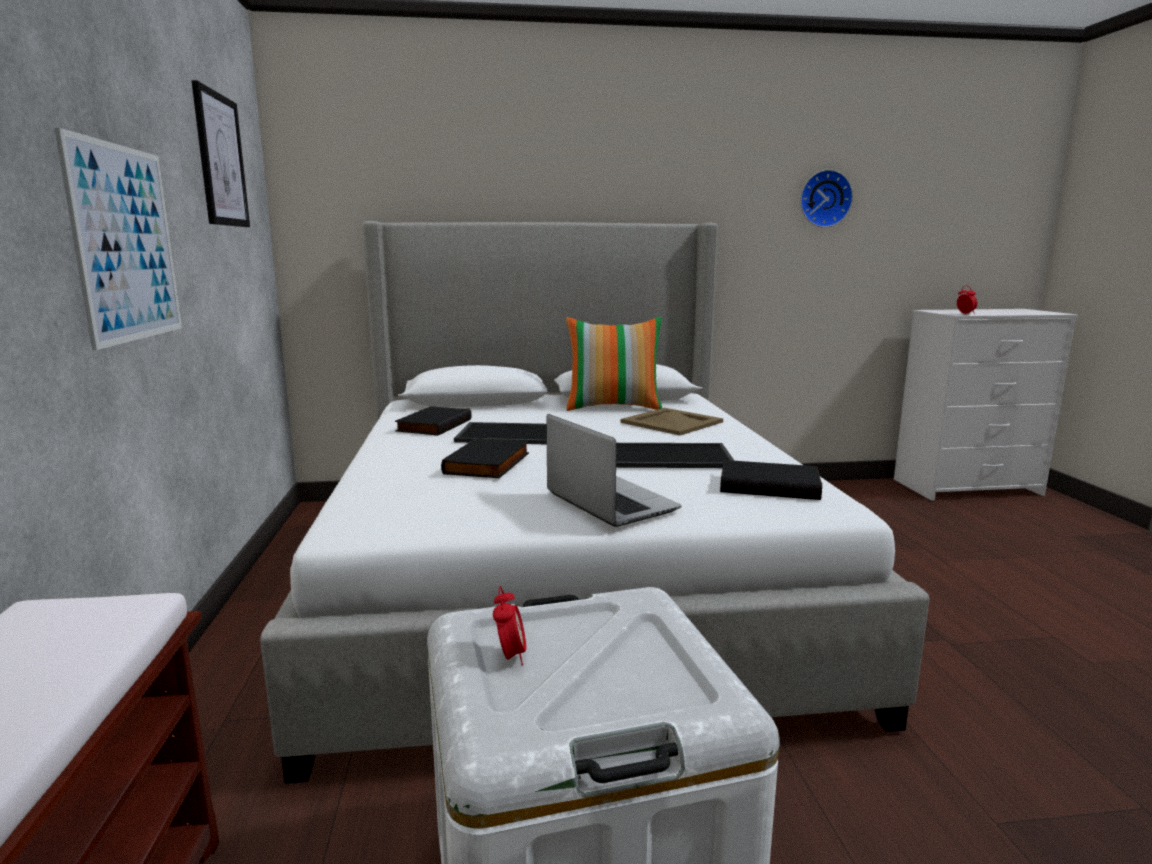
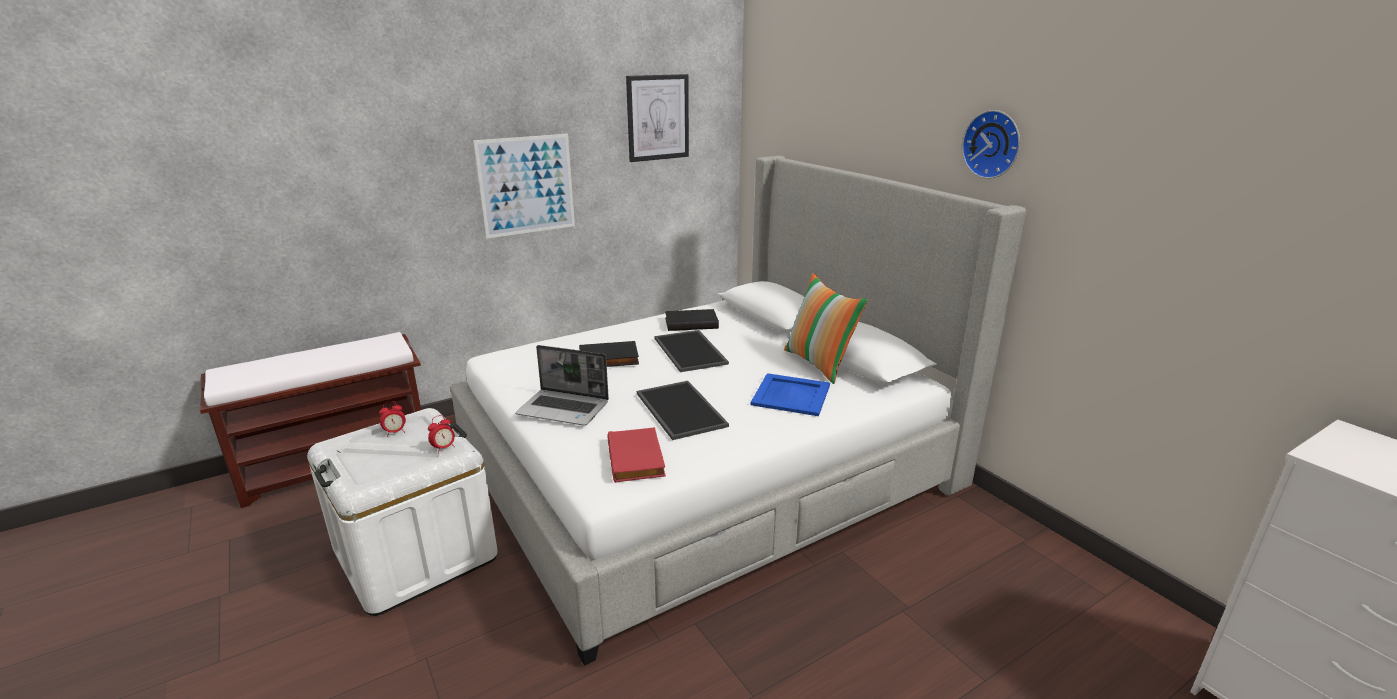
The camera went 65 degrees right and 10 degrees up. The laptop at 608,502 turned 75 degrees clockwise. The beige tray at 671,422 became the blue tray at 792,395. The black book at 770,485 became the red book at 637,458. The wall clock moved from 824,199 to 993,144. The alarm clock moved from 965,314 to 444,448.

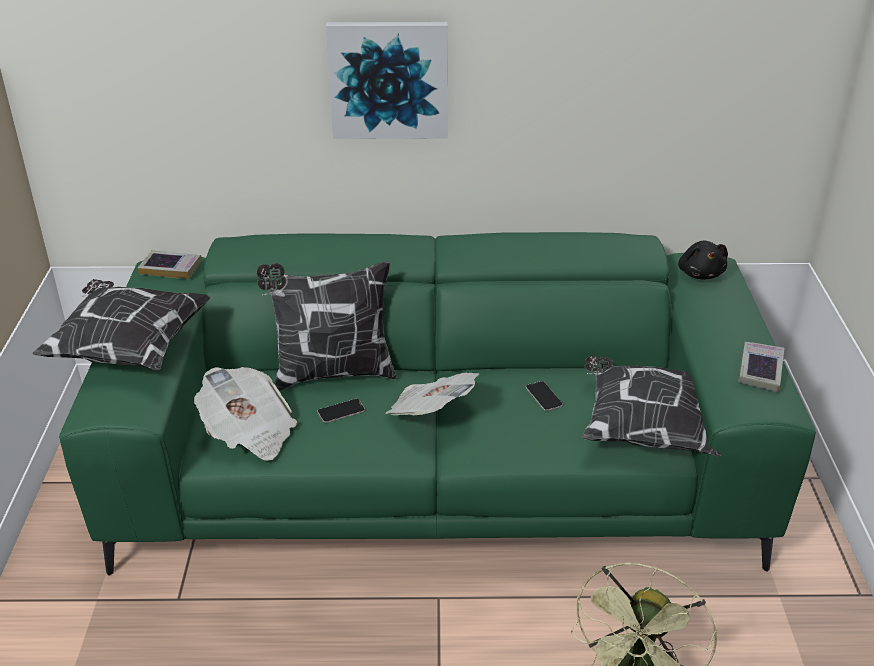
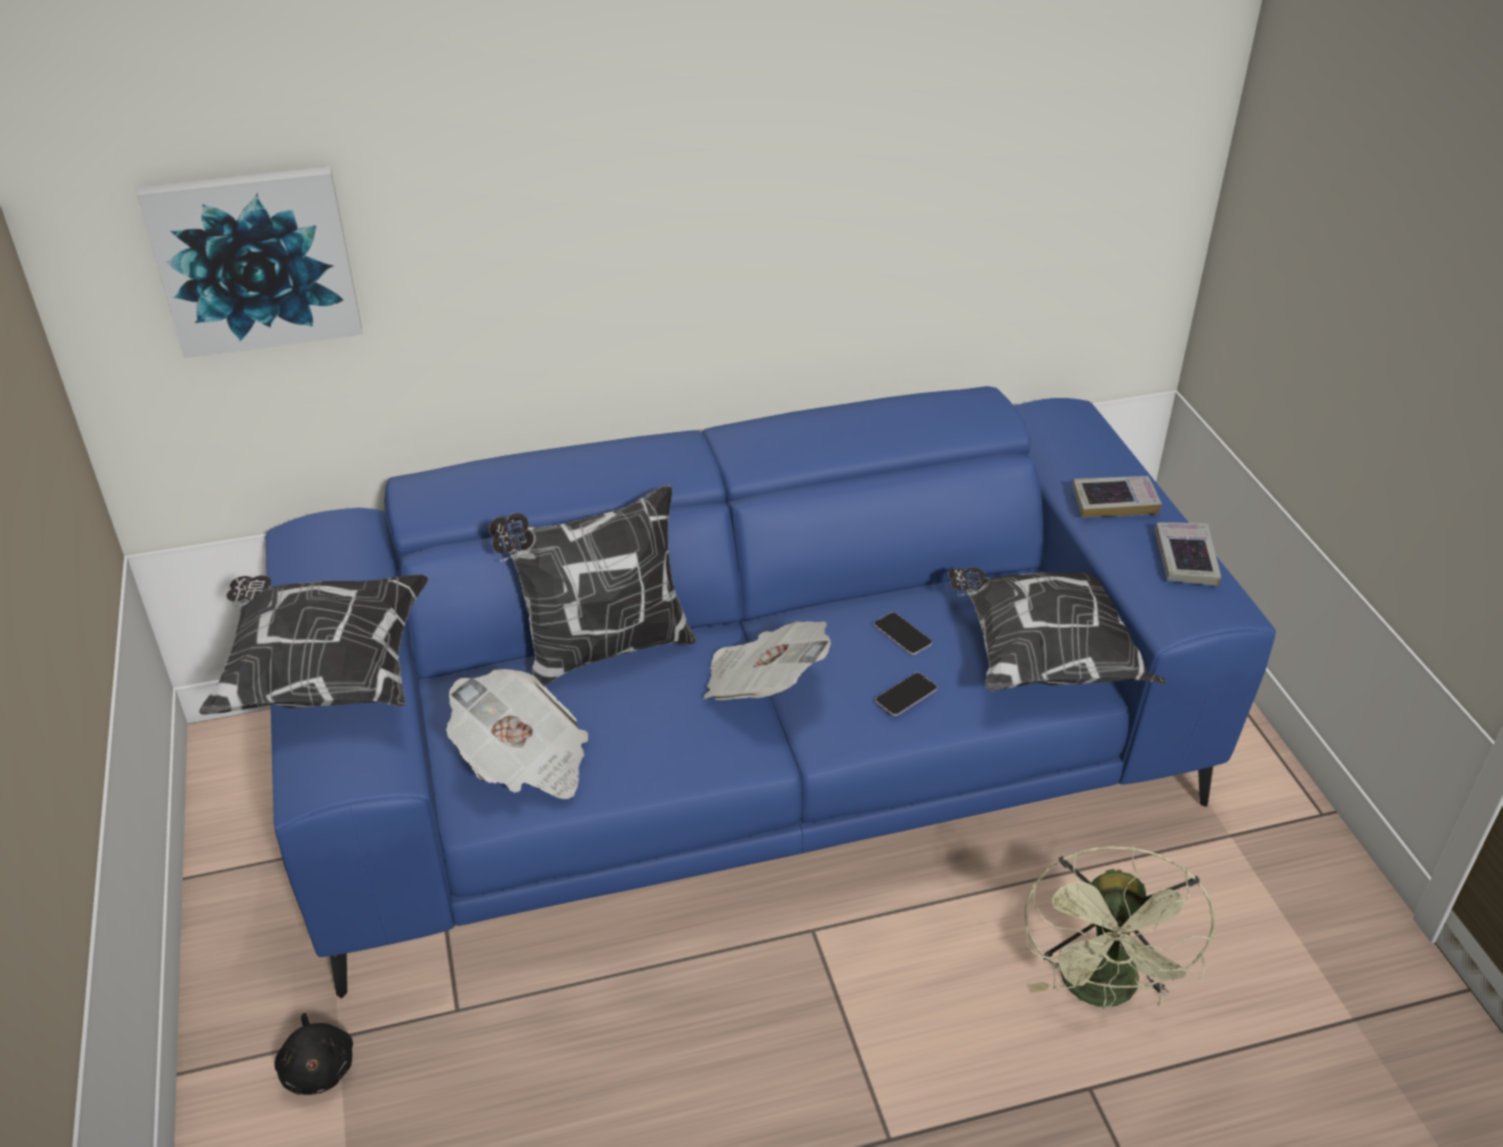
The camera went 15 degrees left and 5 degrees up. The green sofa at 437,477 became the blue sofa at 750,760. The book moved from 170,268 to 1114,501. The phone moved from 341,411 to 906,695. The picture moved from 388,80 to 255,260. The black plush toy moved from 700,273 to 318,1067.

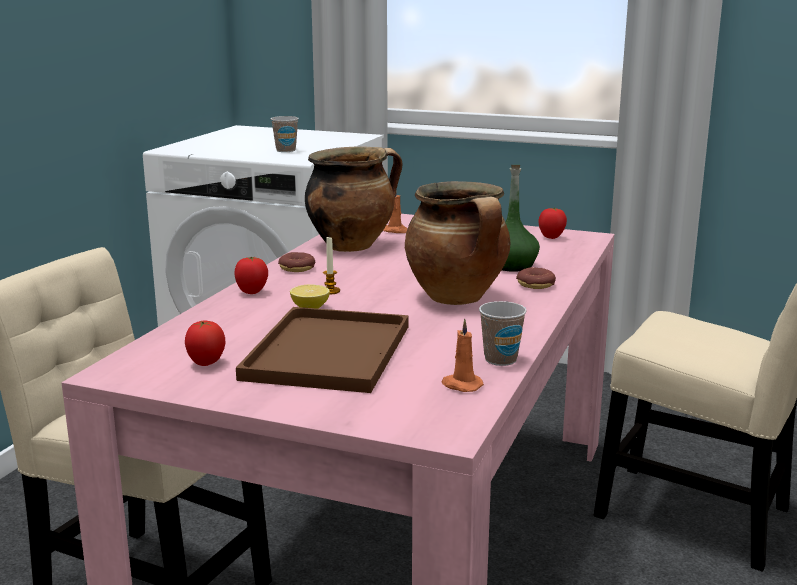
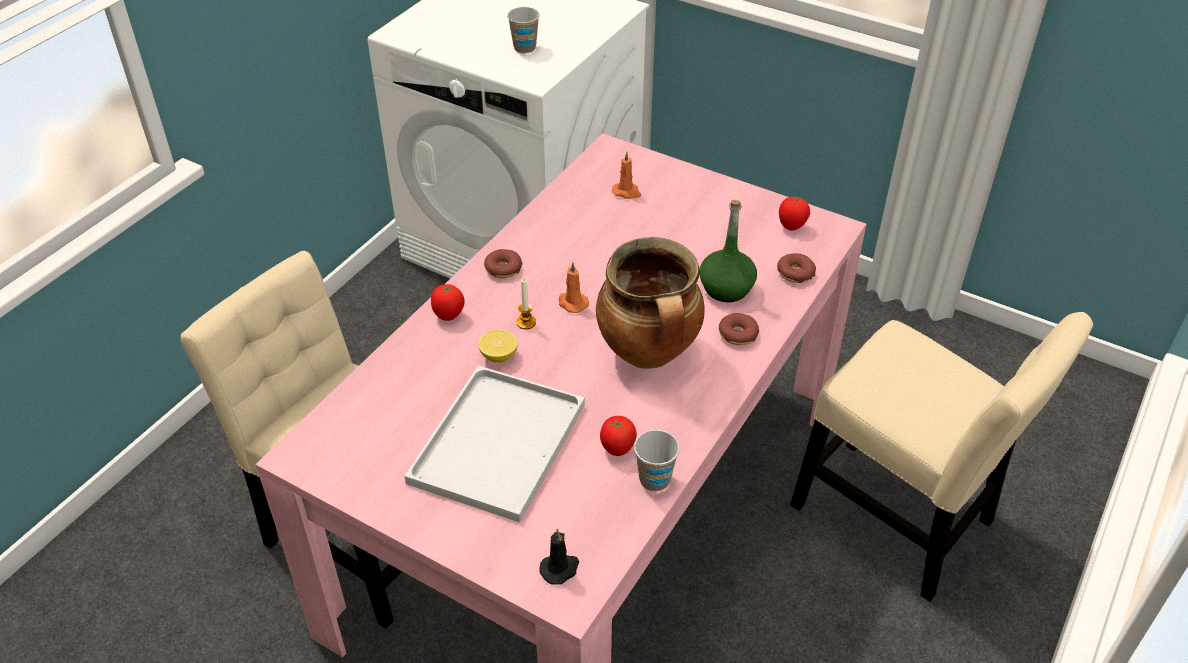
The camera went 10 degrees right and 25 degrees up. The tomato moved from 206,363 to 617,449. The brown tray at 329,353 became the white tray at 498,446. The cooking pot at 352,245 disappeared. The orange candle moved from 461,385 to 572,303. The black candle at 560,569 appeared. The donut at 795,273 appeared.

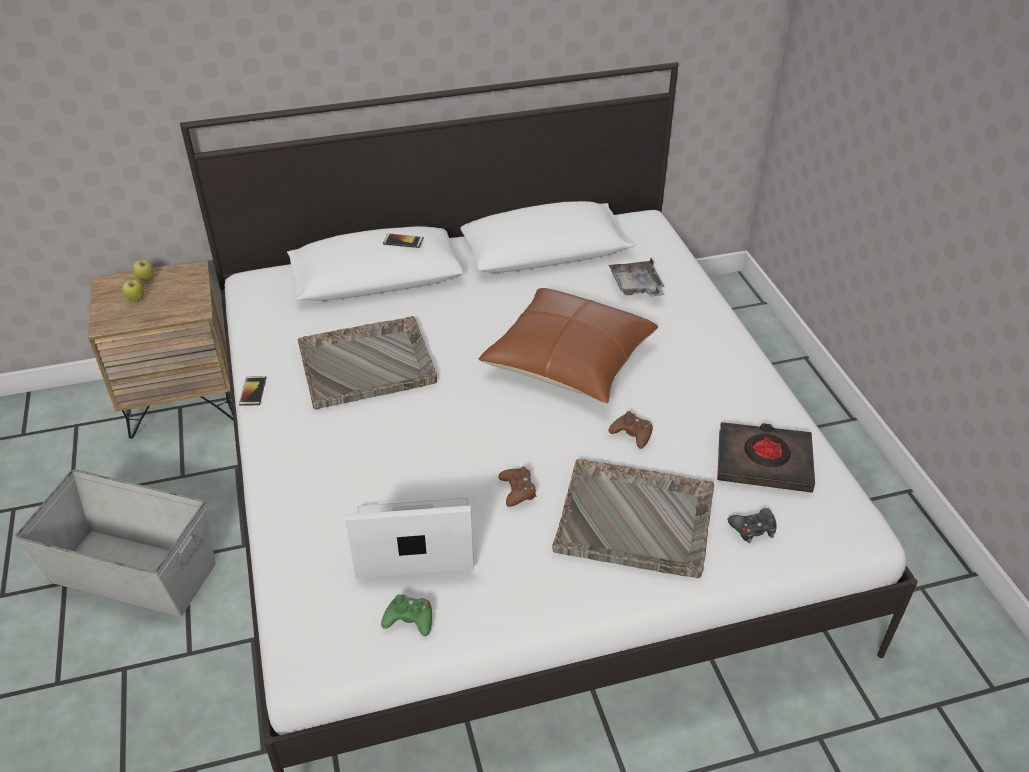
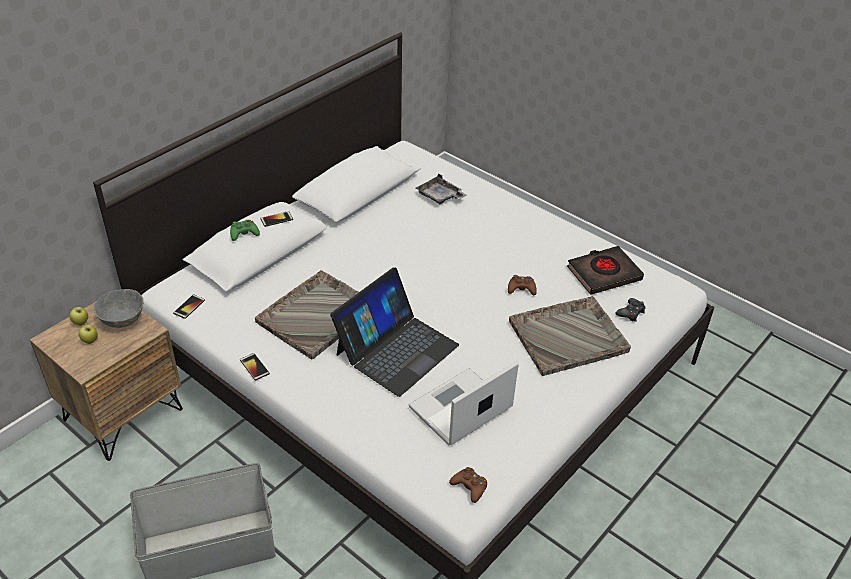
The camera went 35 degrees left and 0 degrees up. The green game controller moved from 409,619 to 244,233. The brown pillow at 569,360 disappeared. The brown game controller moved from 517,490 to 469,487. The grey bowl at 122,320 appeared. The phone at 189,307 appeared. The laptop at 396,349 appeared.

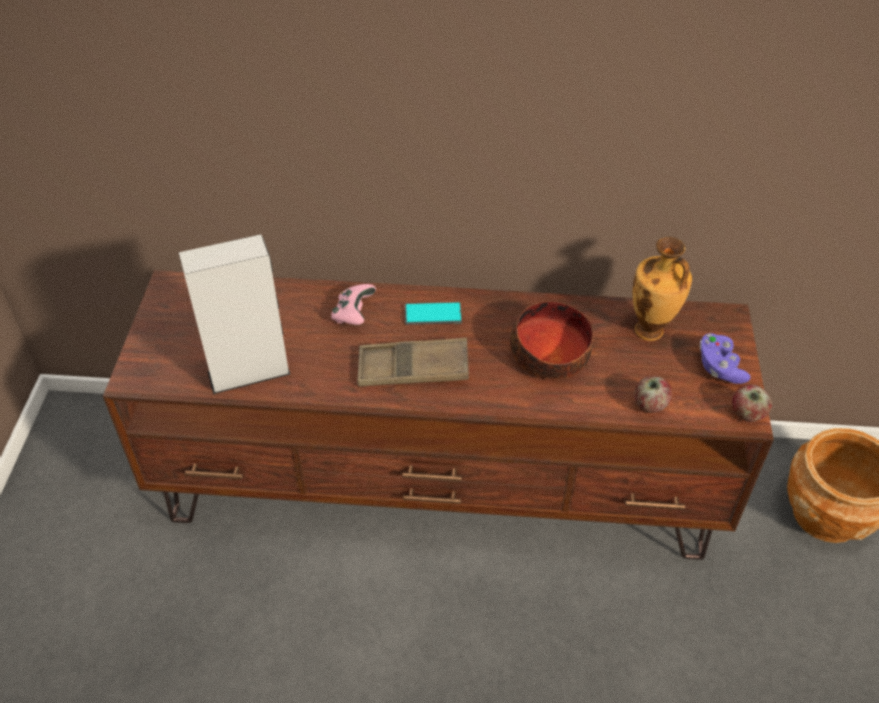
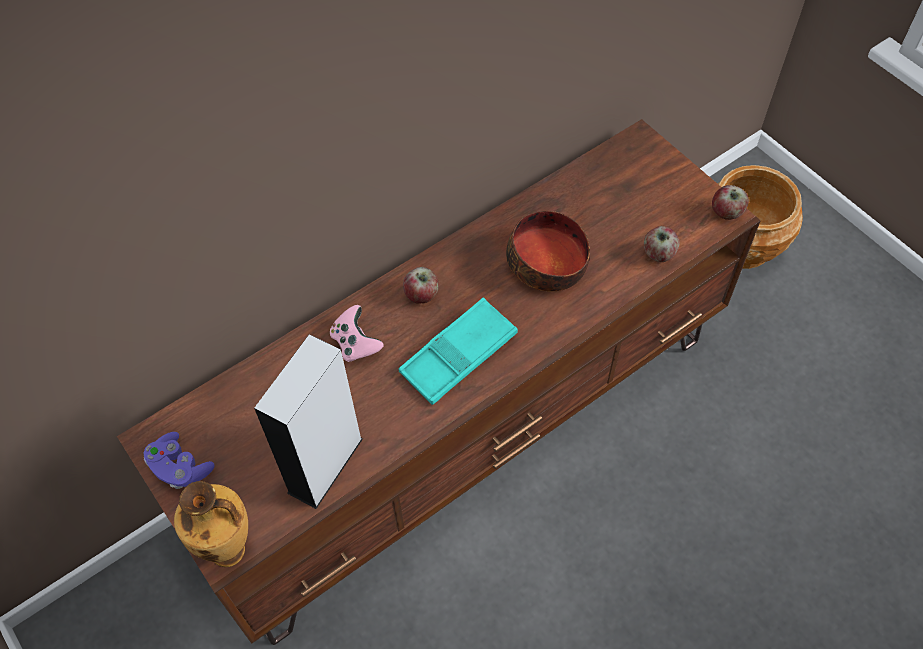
The camera went 40 degrees left and 10 degrees up. The brown tray at 413,369 became the turquoise tray at 458,355. The phone at 432,314 was replaced by the apple at 422,295. The vase moved from 650,332 to 230,551. The purple game controller moved from 719,367 to 180,468.

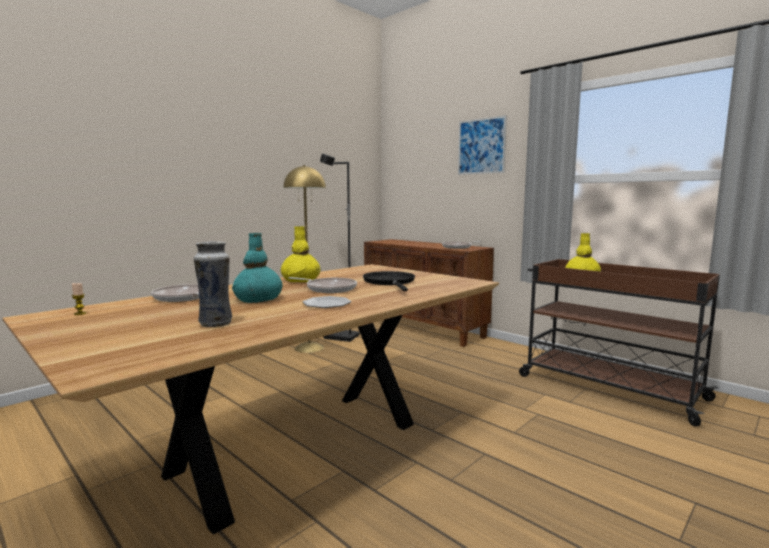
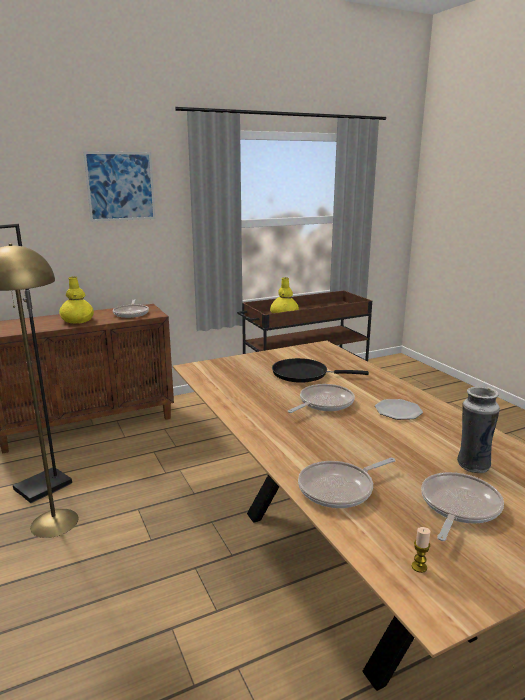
The camera went 70 degrees left and 10 degrees up. The turquoise vase at 258,299 disappeared. The yellow vase moved from 301,280 to 78,320. The frying pan at 458,506 appeared.

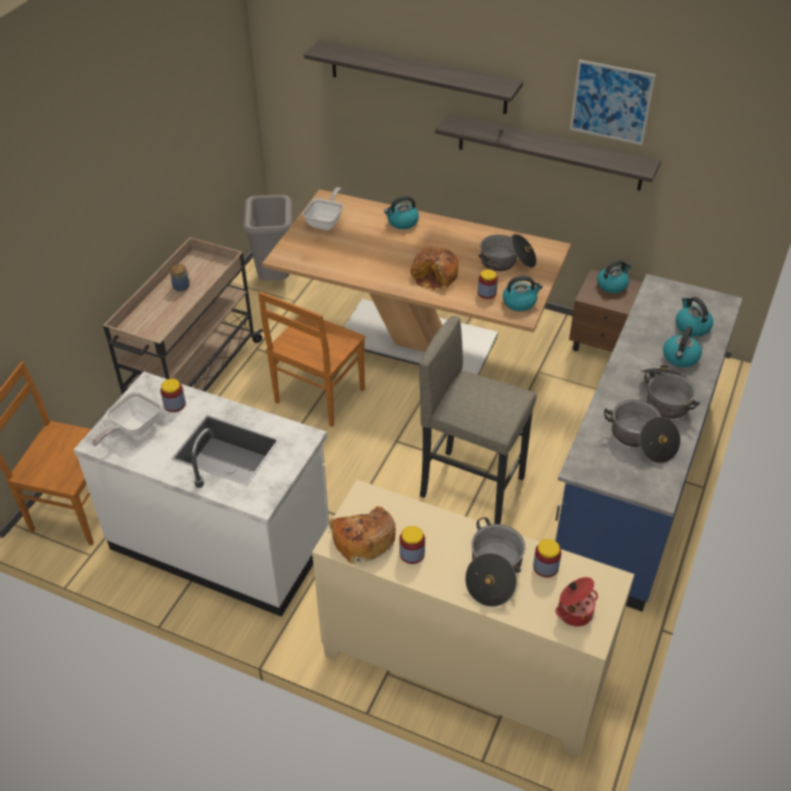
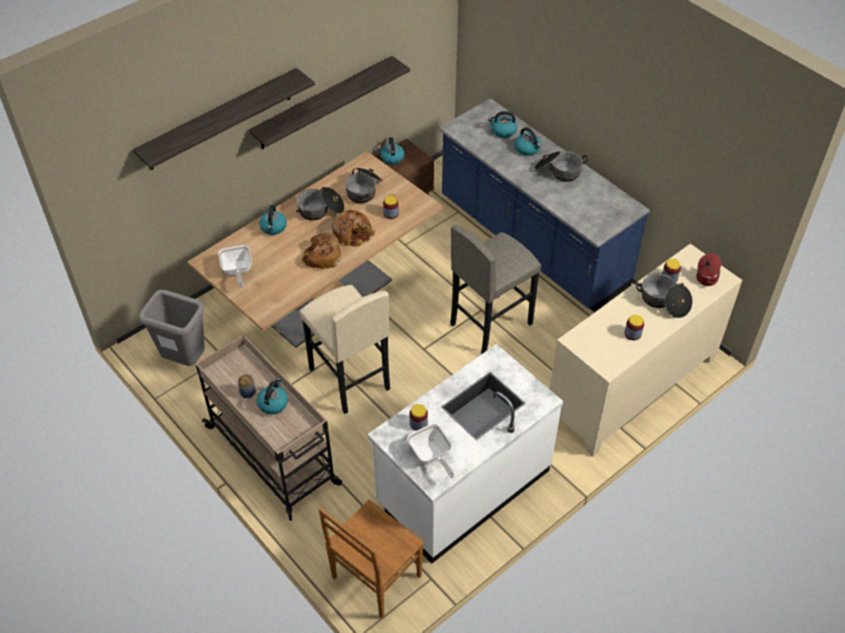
The camera went 65 degrees left and 5 degrees up. The brown chair at 318,397 was replaced by the beige stool at 349,379. The frying pan at 326,222 turned 150 degrees counterclockwise. The bread moved from 362,538 to 321,256. The kettle moved from 520,302 to 273,403. The picture at 611,102 disappeared. The cooking pot moved from 641,439 to 320,210.

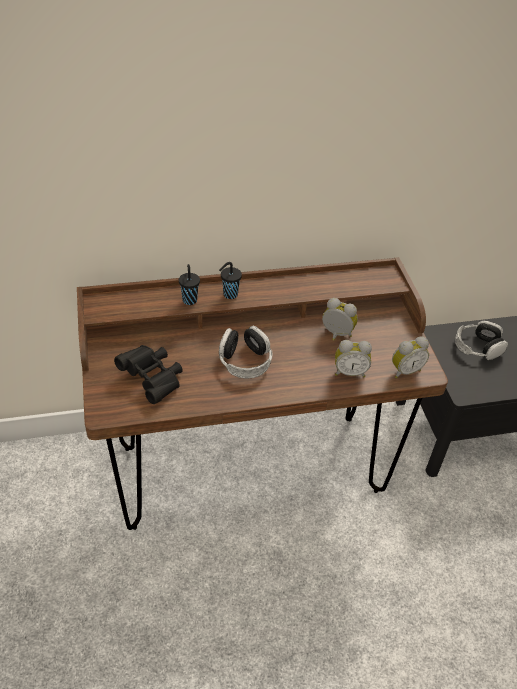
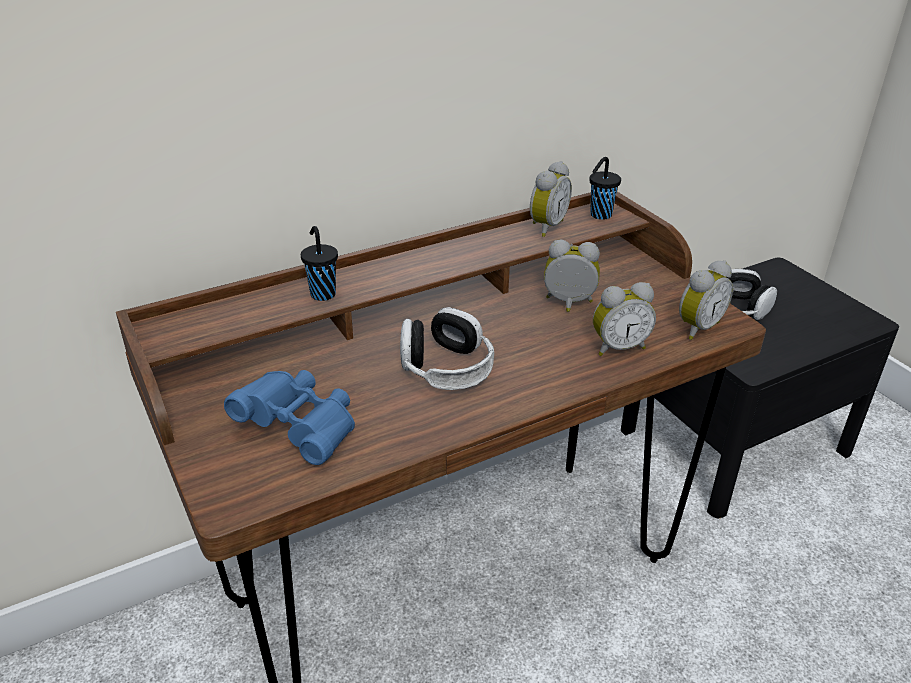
The camera went 15 degrees left and 10 degrees down. The black binoculars at 153,379 became the blue binoculars at 300,429. The black cup moved from 229,295 to 599,215. The alarm clock at 545,226 appeared.

